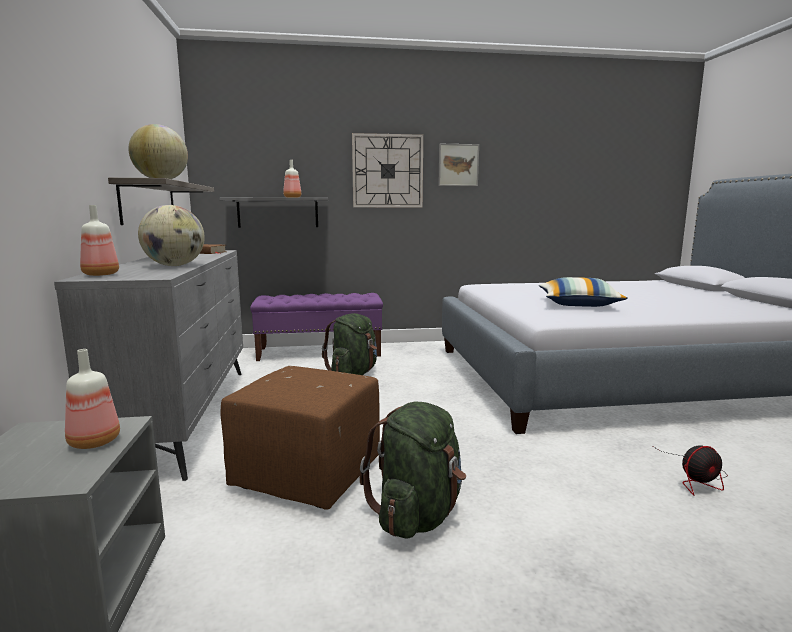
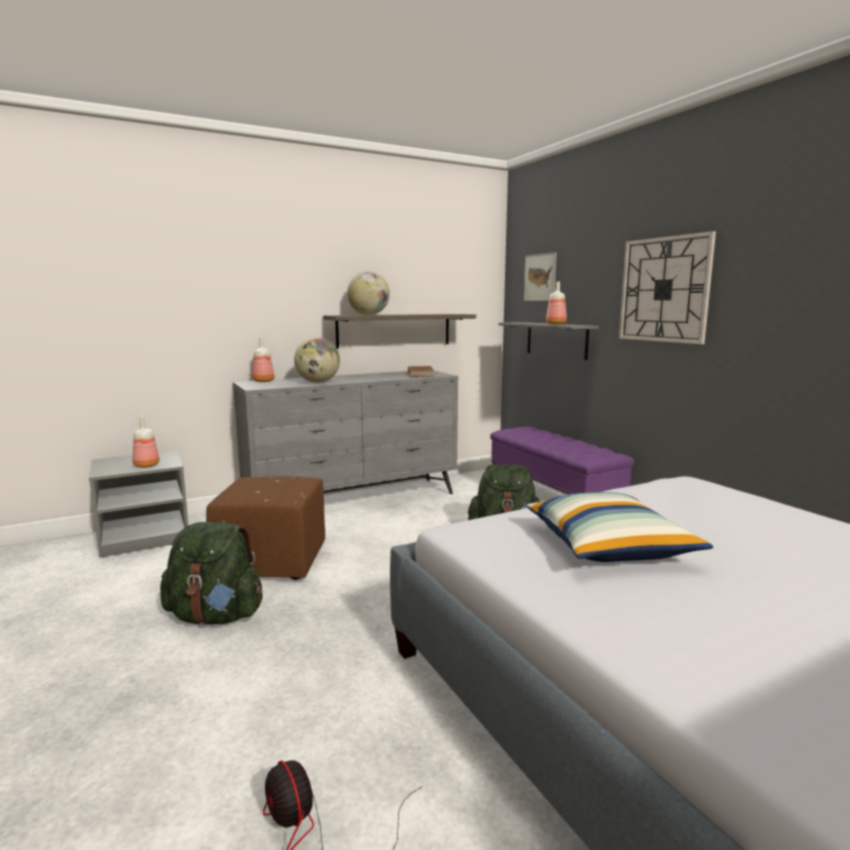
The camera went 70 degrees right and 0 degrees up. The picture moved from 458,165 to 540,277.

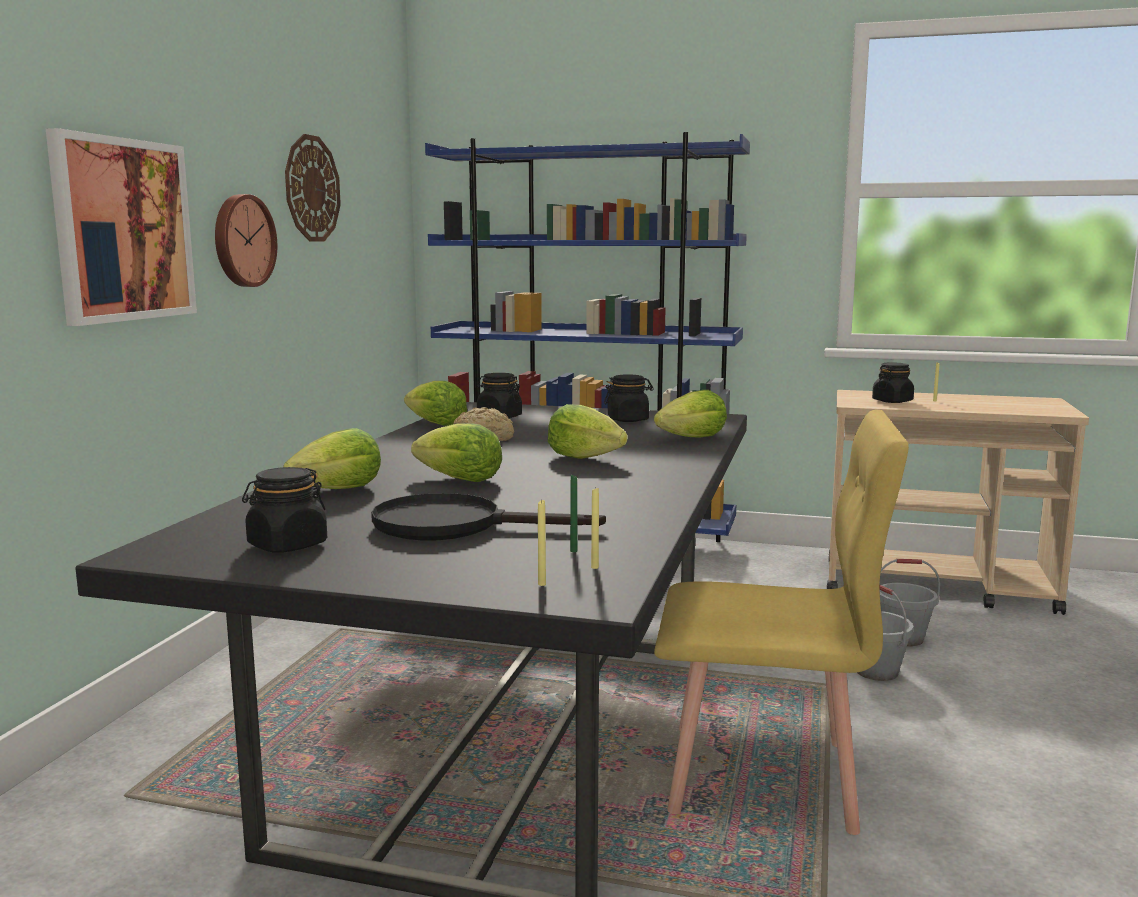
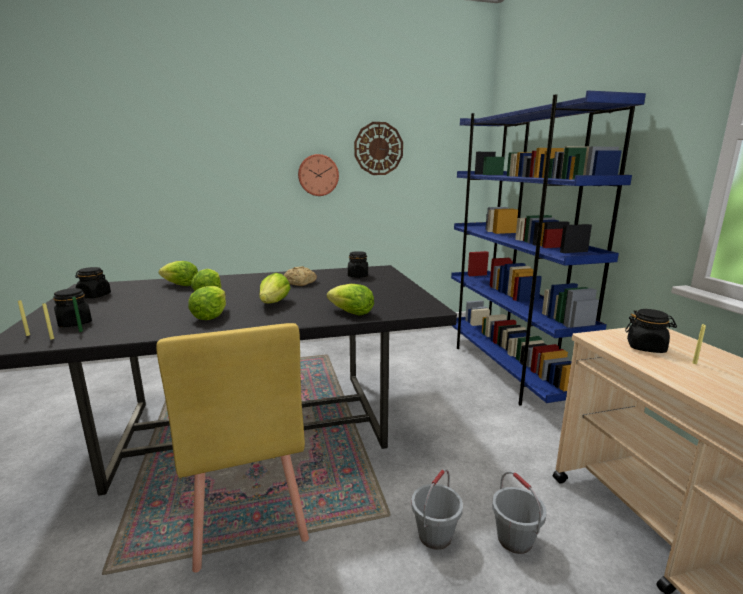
The camera went 60 degrees right and 5 degrees up. The picture at 123,230 disappeared. The black frying pan at 455,526 disappeared. The lettuce moved from 436,424 to 210,316. The black jar moved from 628,420 to 75,323.

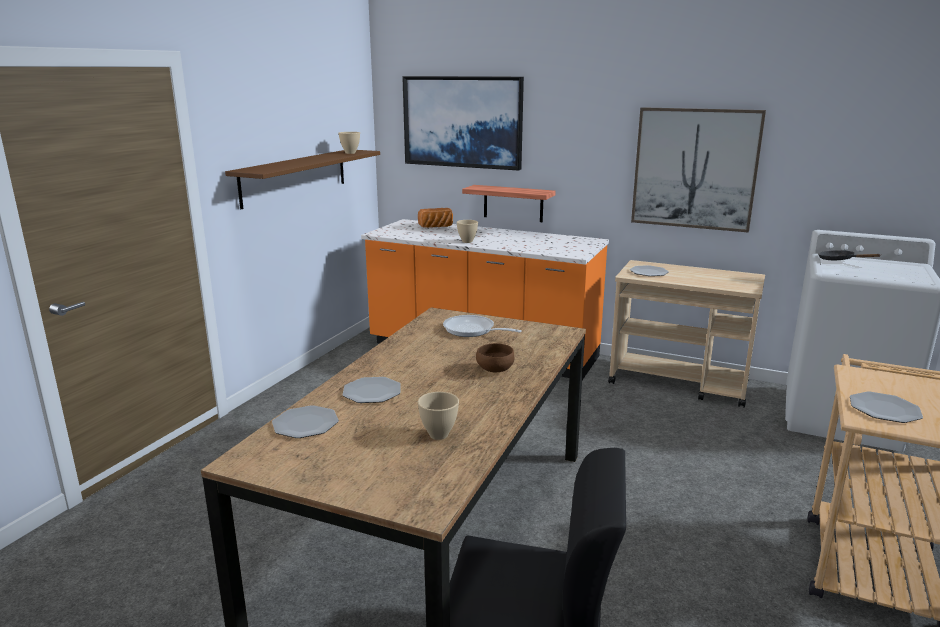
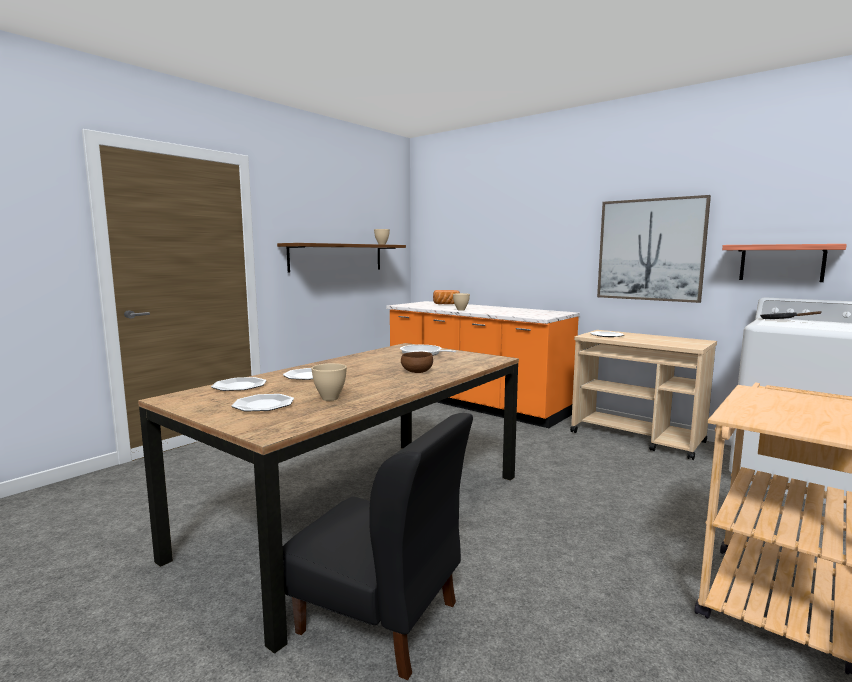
The camera went 15 degrees right and 10 degrees down. The picture at 462,122 disappeared. The shelf moved from 513,203 to 781,263. The plate moved from 884,409 to 263,405.

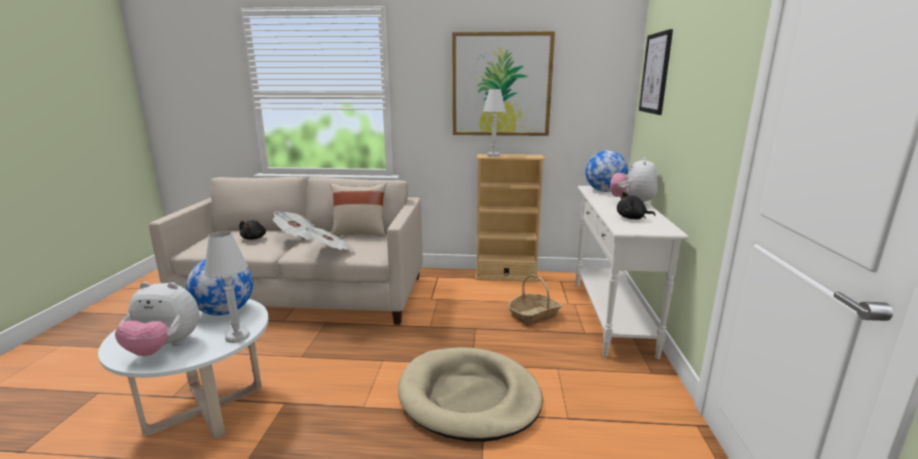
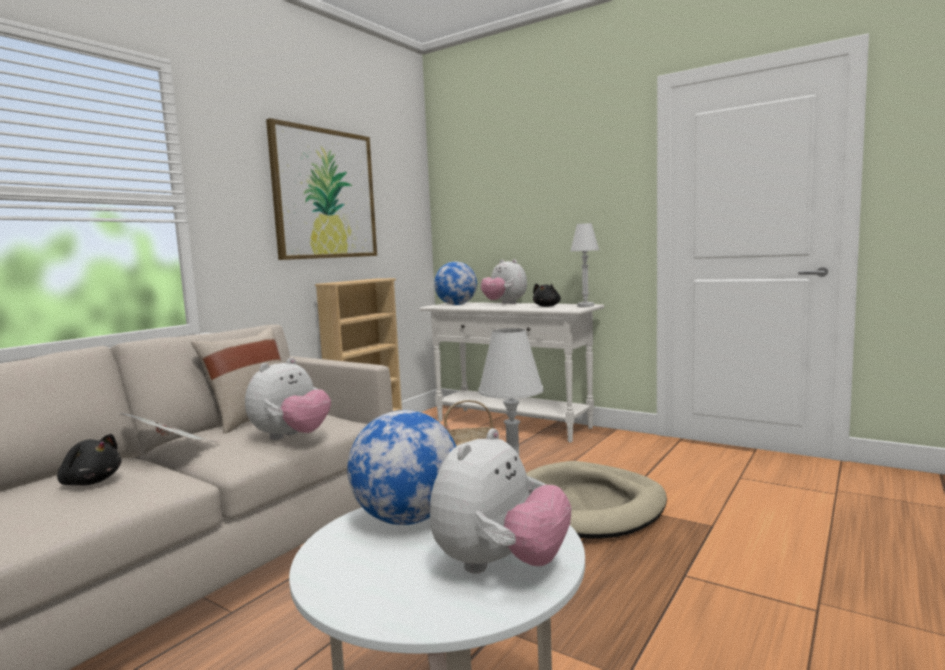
The camera went 60 degrees left and 10 degrees down. The newspaper at 332,251 was replaced by the plush toy at 291,437. The white table lamp moved from 493,155 to 585,306. The picture at 655,73 disappeared.

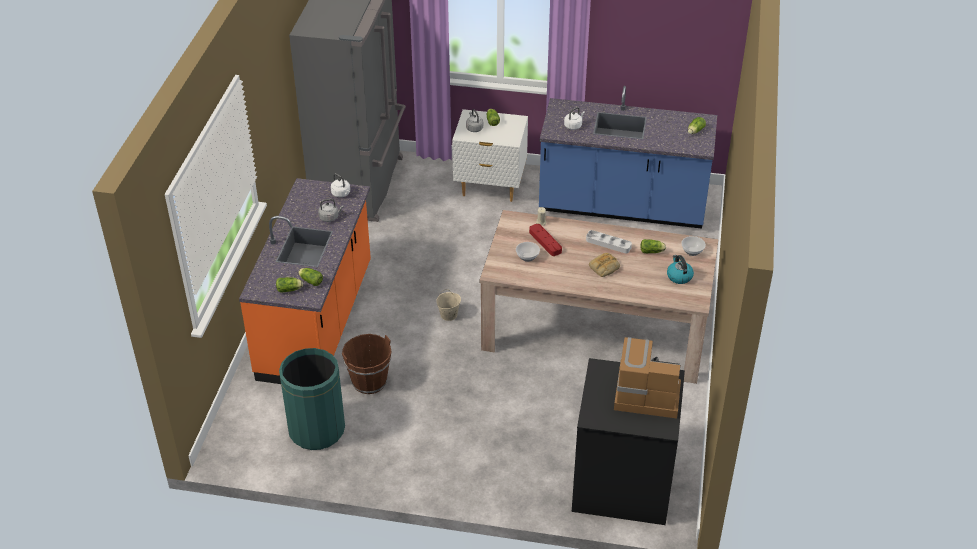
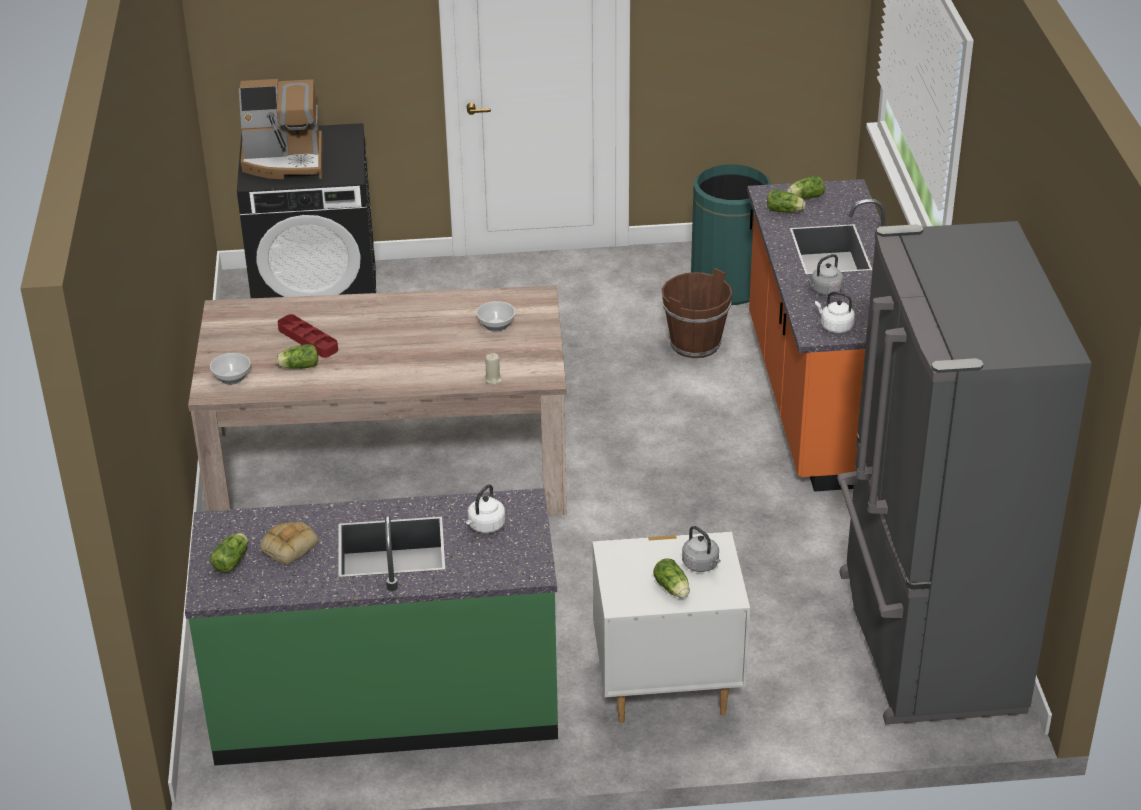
The camera went 165 degrees right and 5 degrees down. The beige bucket at 448,315 disappeared. The red tray moved from 545,242 to 308,339. The blue counter at 622,206 became the green counter at 385,701. The grey tray at 608,244 disappeared. The bread moved from 604,267 to 289,546. The kettle at 679,276 disappeared.

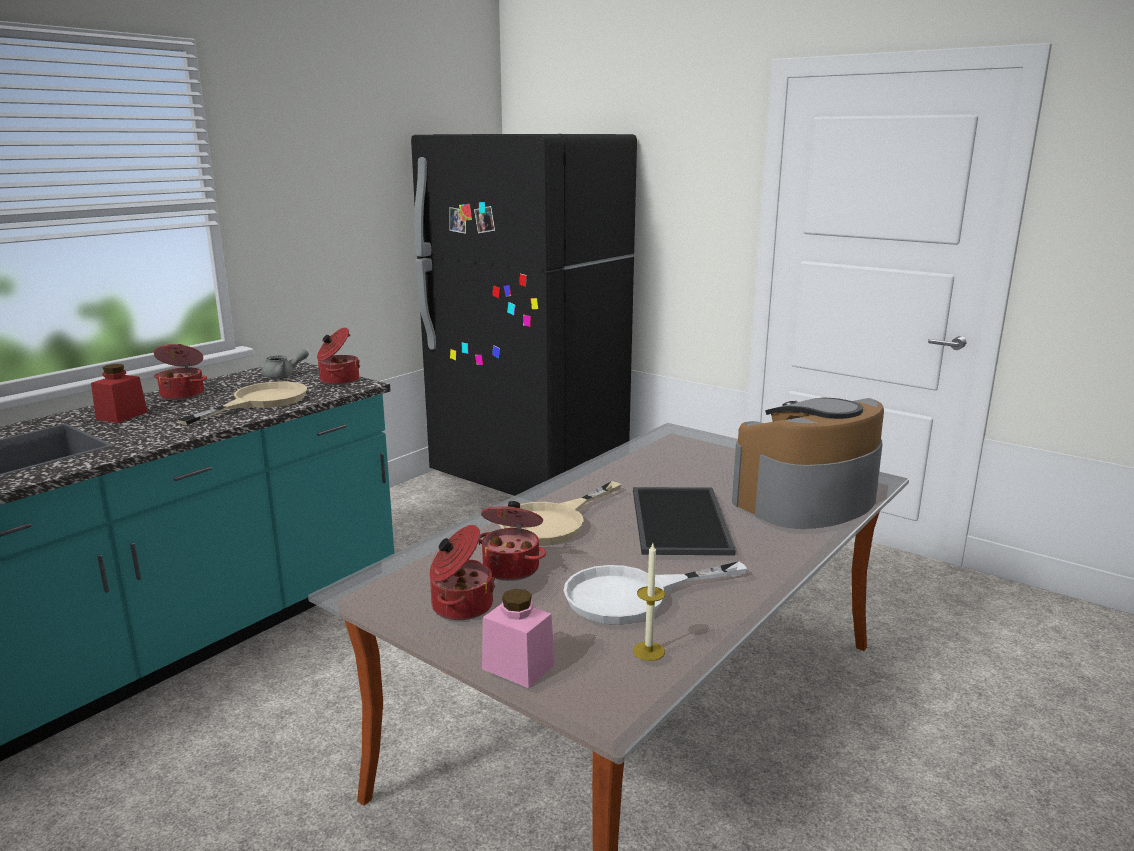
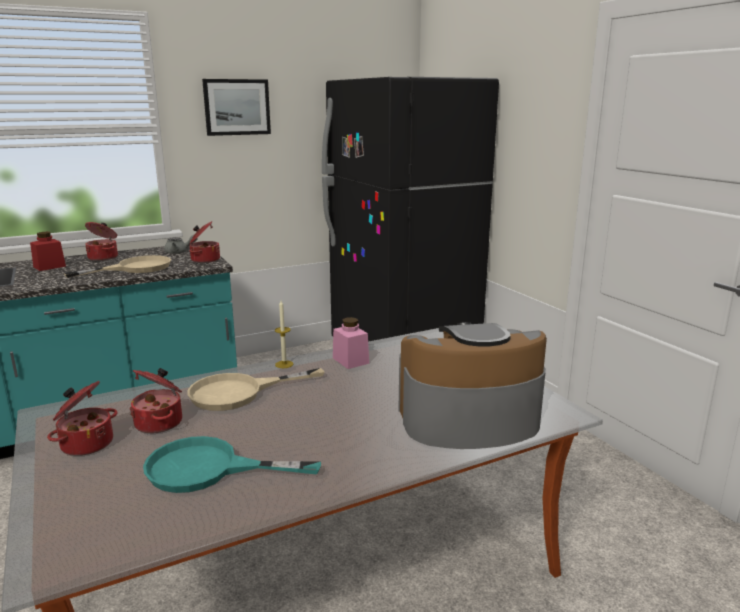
The camera went 25 degrees right and 0 degrees up. The pink jar moved from 518,666 to 350,360. The white frying pan at 633,595 became the turquoise frying pan at 208,469. The tray at 677,520 disappeared. The candle moved from 648,651 to 284,364. The picture at 237,107 appeared.

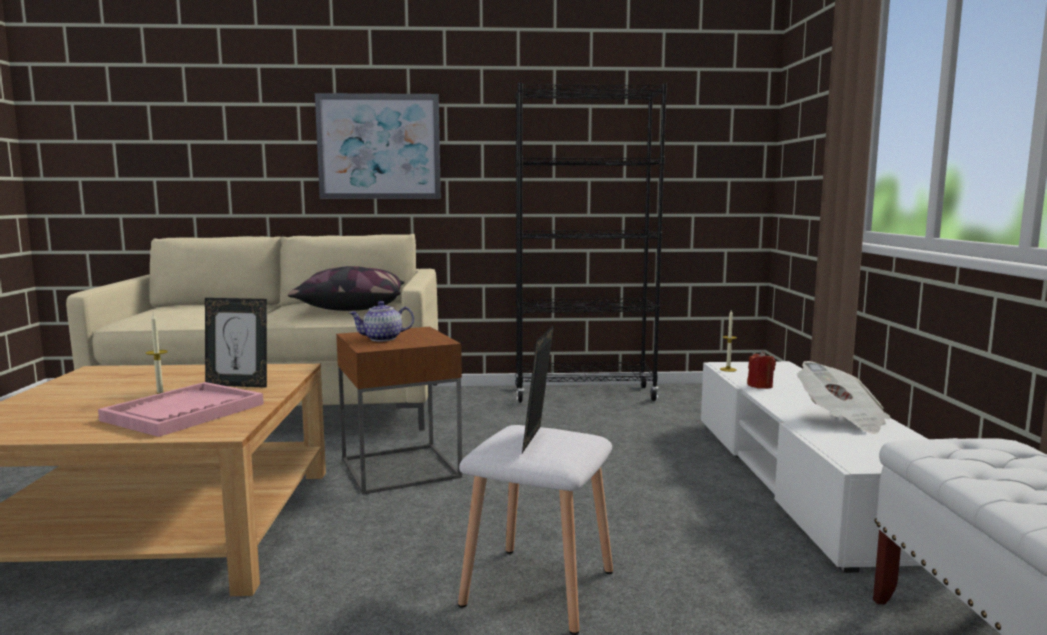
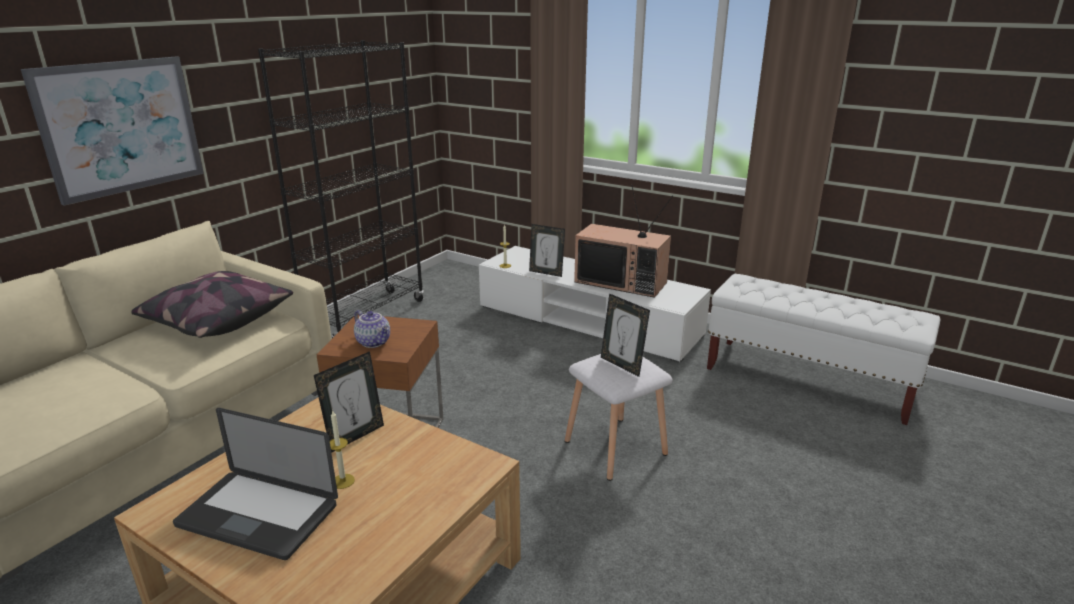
The camera went 55 degrees left and 15 degrees up. The pink tray at 184,412 disappeared. The teapot at 382,339 turned 60 degrees counterclockwise. The red candle at 760,386 was replaced by the picture frame at 546,273. The newspaper at 842,420 was replaced by the television at 622,282. The laptop at 258,515 appeared.

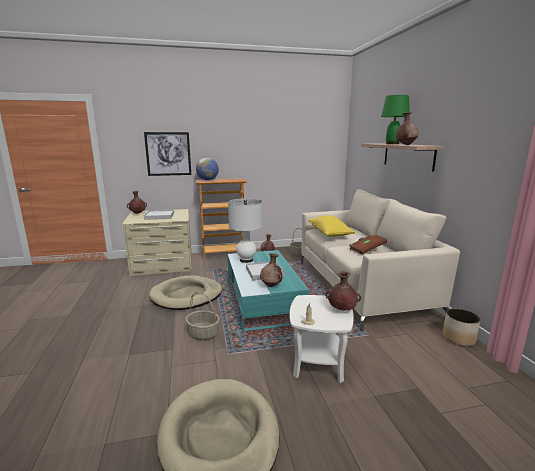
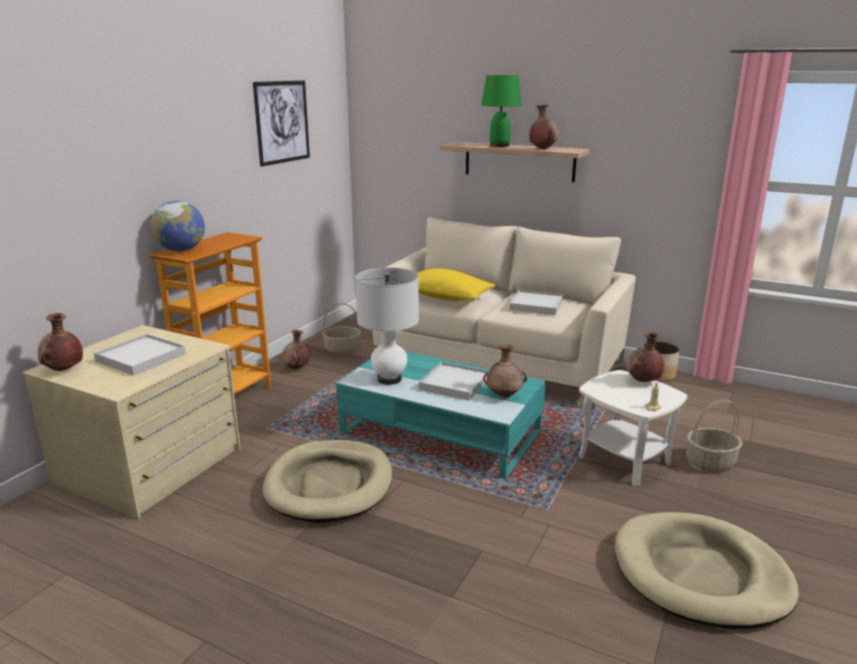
The camera went 50 degrees left and 5 degrees up. The picture moved from 168,154 to 282,122. The basket moved from 203,333 to 710,462. The brown book at 366,250 was replaced by the white tray at 536,305.

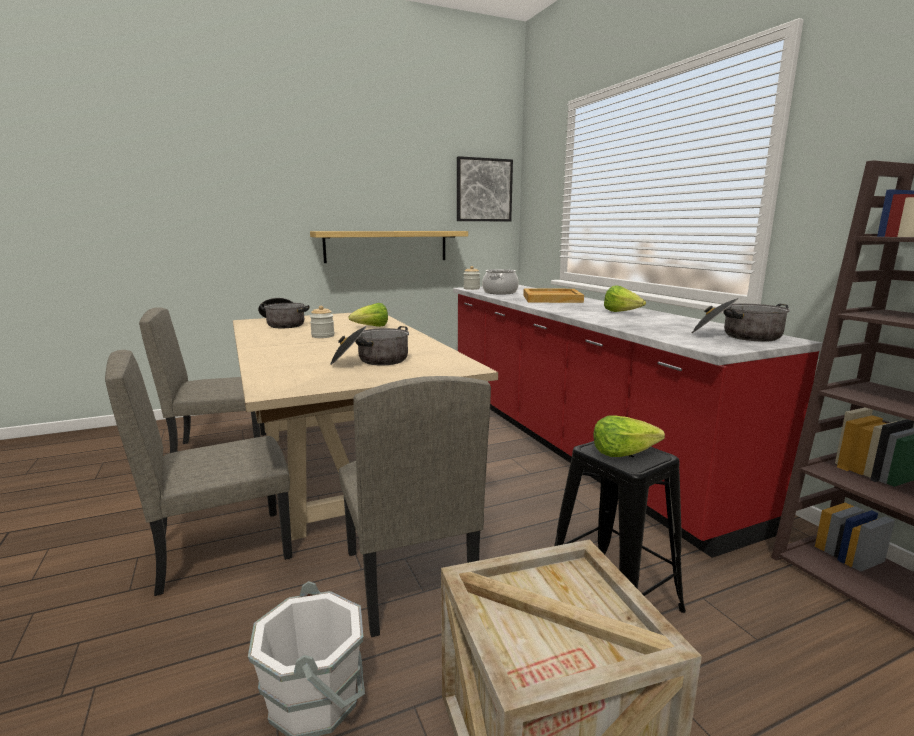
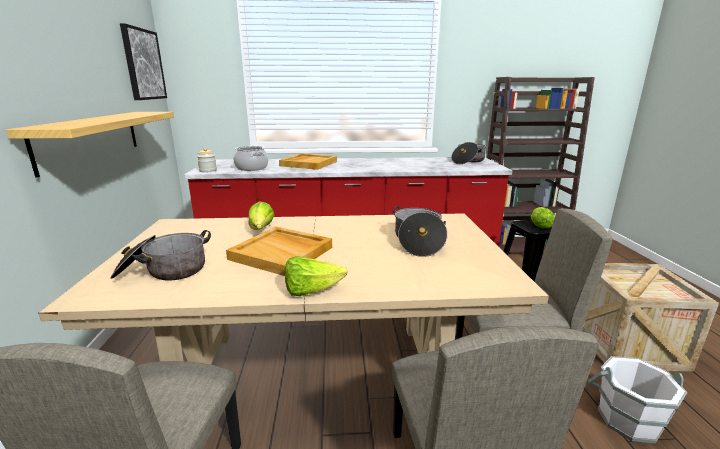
The camera went 70 degrees left and 5 degrees up. The jar at 323,336 was replaced by the beige tray at 282,253. The lettuce moved from 621,313 to 311,291.

